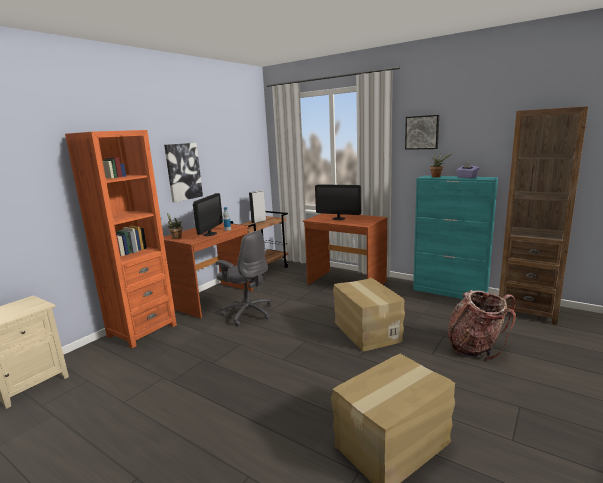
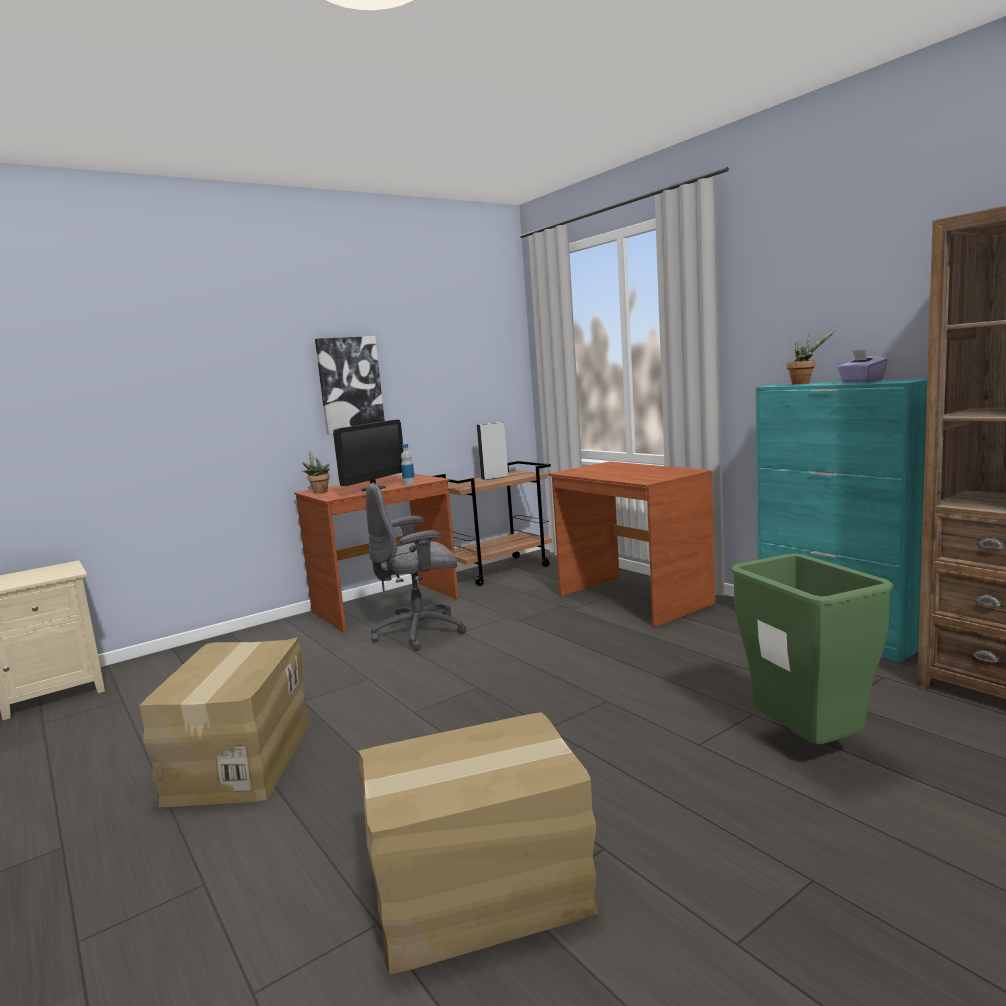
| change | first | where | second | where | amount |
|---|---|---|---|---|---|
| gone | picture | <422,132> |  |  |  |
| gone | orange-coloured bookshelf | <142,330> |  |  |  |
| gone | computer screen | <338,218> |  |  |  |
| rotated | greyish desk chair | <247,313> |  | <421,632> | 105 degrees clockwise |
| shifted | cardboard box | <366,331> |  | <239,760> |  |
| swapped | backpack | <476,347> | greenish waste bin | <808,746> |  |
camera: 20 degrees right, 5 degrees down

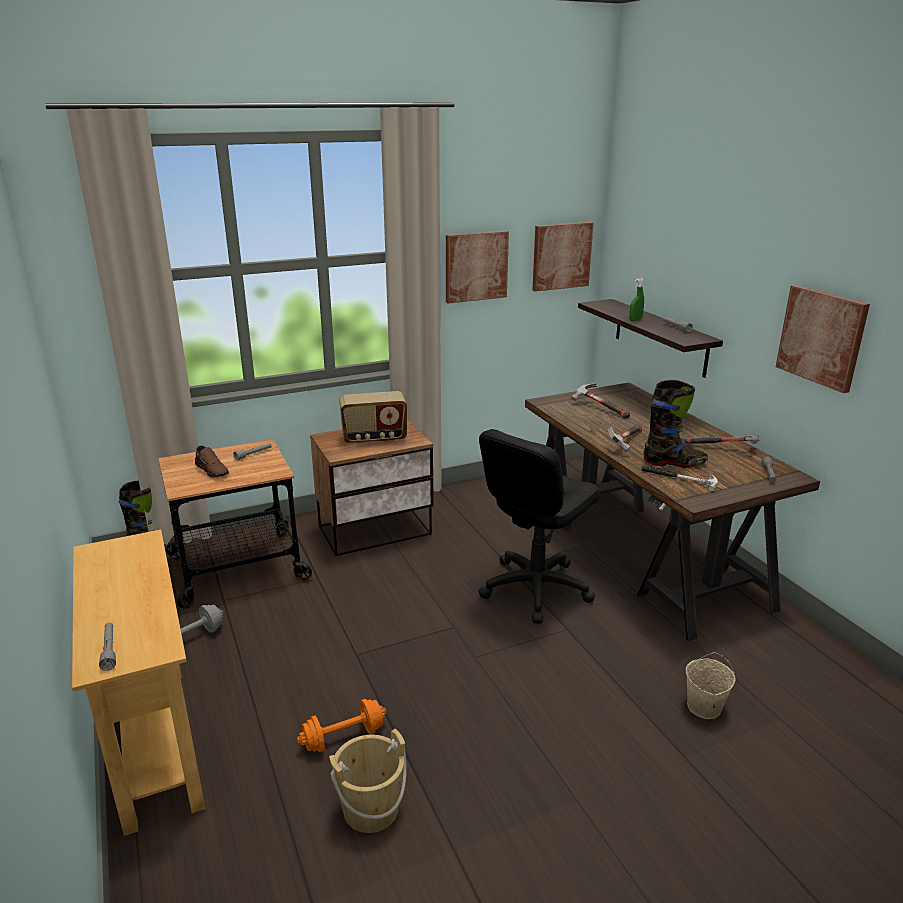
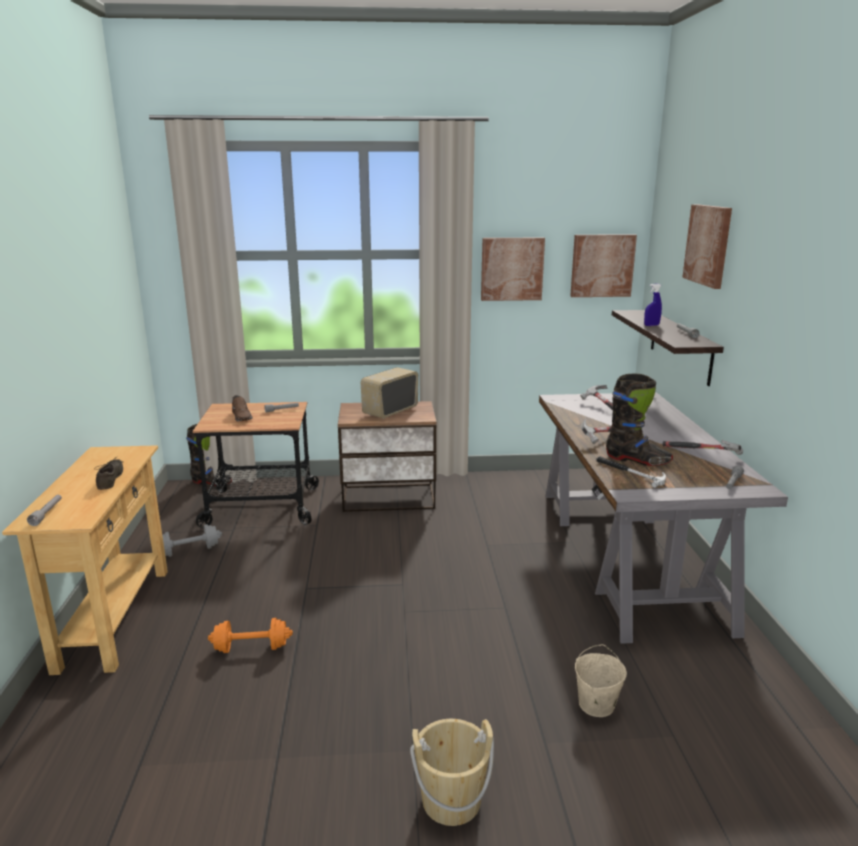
| change | first | where | second | where | amount |
|---|---|---|---|---|---|
| repainted | greenish sprayer | <635,320> | blue-coloured sprayer | <651,325> |  |
| shifted | picture | <822,337> |  | <708,245> |  |
| repainted | brown-coloured desk | <642,549> | greyish desk | <628,555> |  |
| rotated | radio set | <374,438> |  | <390,412> | 120 degrees clockwise |
| gone | black desk chair | <535,588> |  |  |  |
| shifted | sand-coloured pail | <371,809> |  | <451,800> |  |
| new |  |  | greyish shoe | <112,478> |  |
camera: 20 degrees right, 5 degrees down

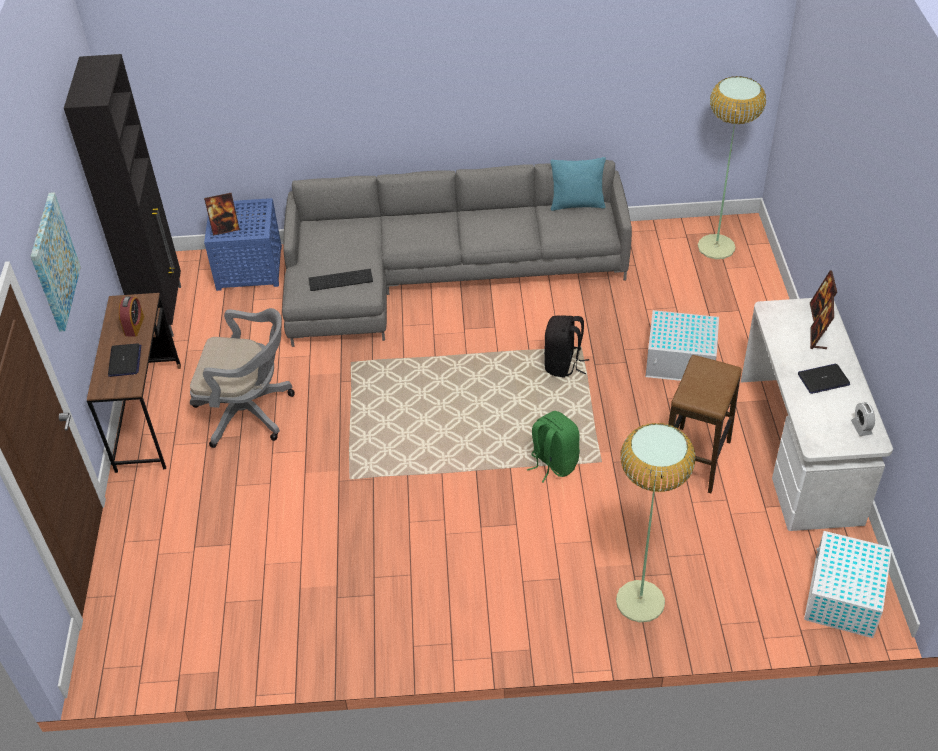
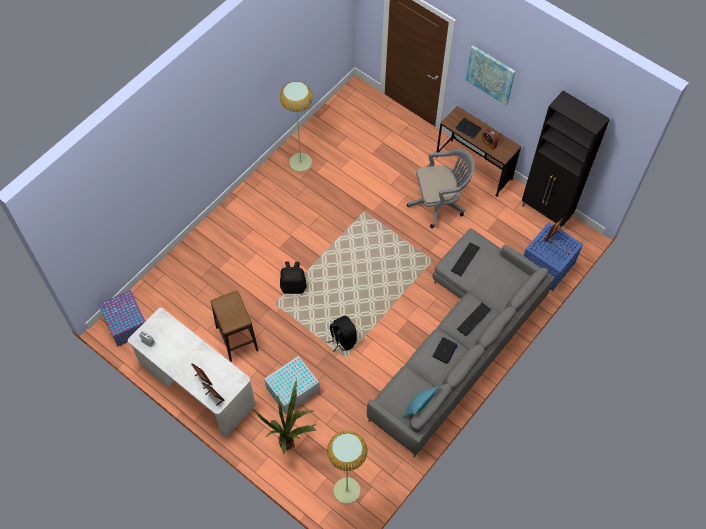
| change | first | where | second | where | amount |
|---|---|---|---|---|---|
| rotated | greyish desk chair | <250,412> |  | <439,203> | 150 degrees counterclockwise |
| shifted | notebook computer | <823,379> |  | <444,351> |  |
| repainted | greenish backpack | <553,463> | black backpack | <293,286> |  |
| shifted | standard lamp | <640,601> |  | <300,162> |  |
| repainted | white storage container | <842,598> | purplish storage container | <126,322> |  |
| new |  |  | PC keyboard | <474,320> |  |
| new |  |  | potted plant | <292,444> |  |
camera: 130 degrees right, 15 degrees up

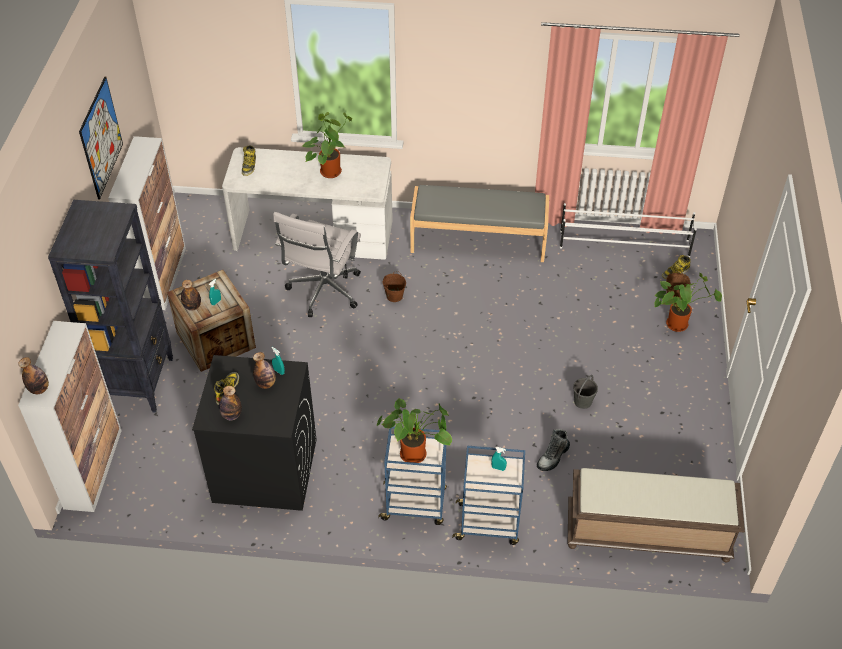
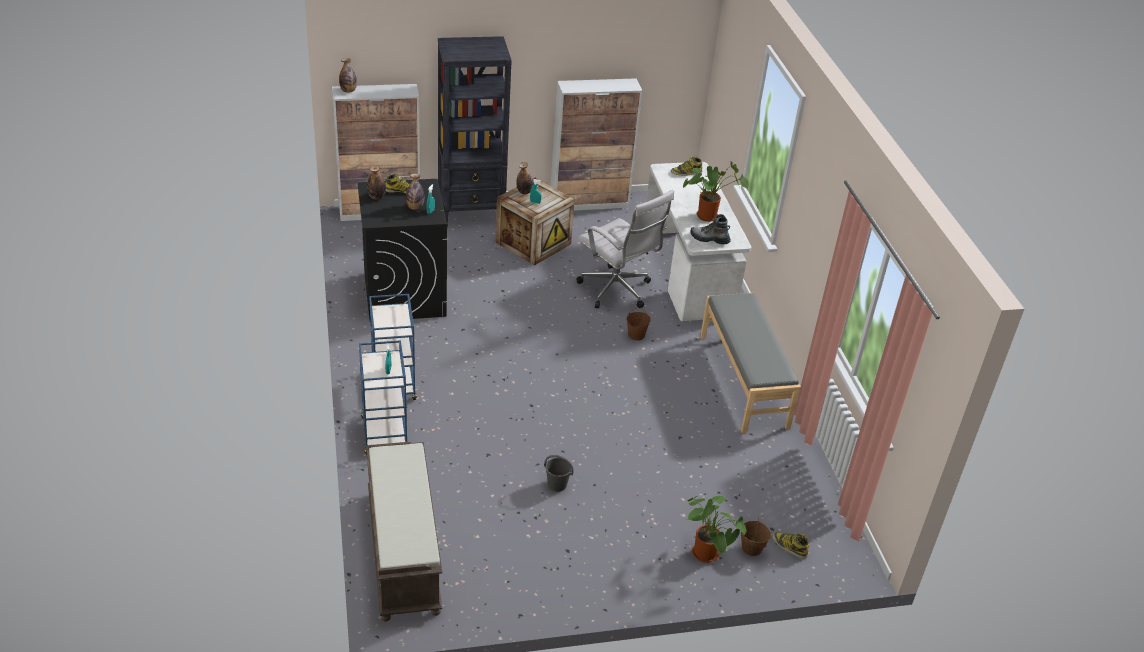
| change | first | where | second | where | amount |
|---|---|---|---|---|---|
| gone | picture | <101,138> |  |  |  |
| gone | white shoe rack | <625,244> |  |  |  |
| rotated | white desk chair | <323,293> |  | <617,291> | 135 degrees counterclockwise |
| gone | potted plant | <416,454> |  |  |  |
| shifted | boot | <553,457> |  | <709,239> |  |
camera: 70 degrees right, 10 degrees down

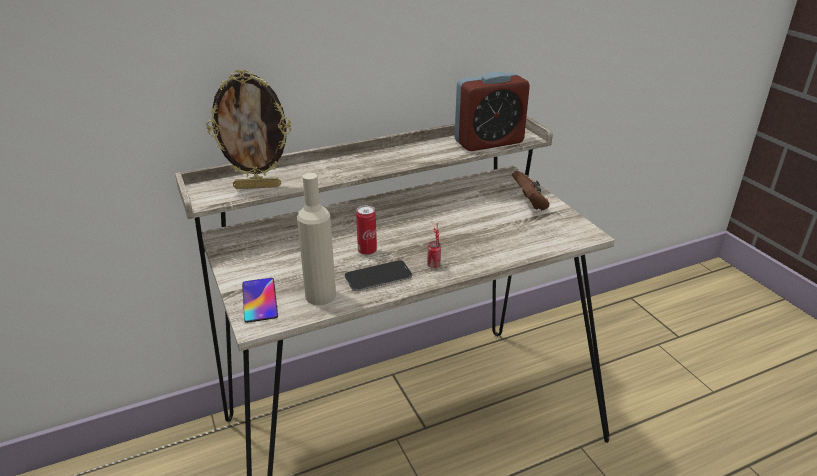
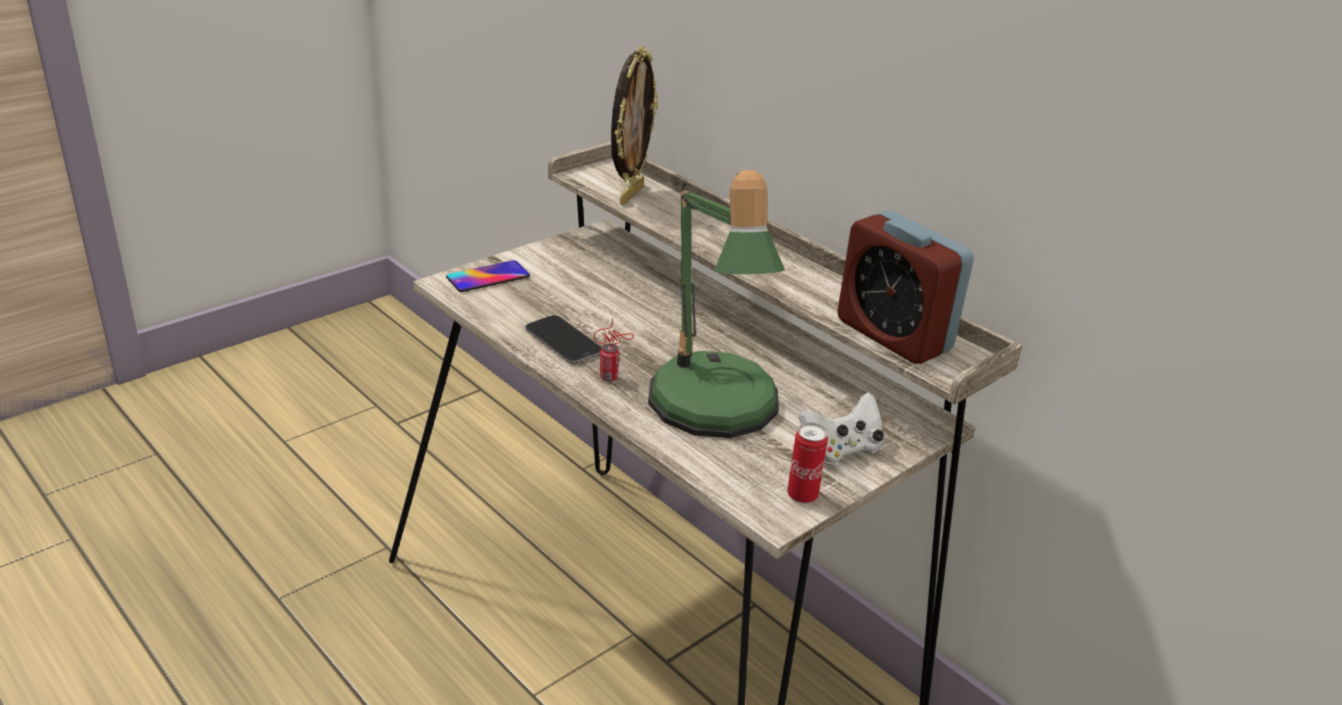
| change | first | where | second | where | amount |
|---|---|---|---|---|---|
| rotated | standing frame | <258,186> |  | <629,194> | 135 degrees counterclockwise |
| repainted | brown-coloured joypad | <530,203> | white joypad | <840,450> |  |
| gone | sand-coloured drink bottle | <320,295> |  |  |  |
| shifted | metal can | <367,251> |  | <802,495> |  |
| new |  |  | tabletop lamp | <713,414> |  |
camera: 70 degrees right, 0 degrees up

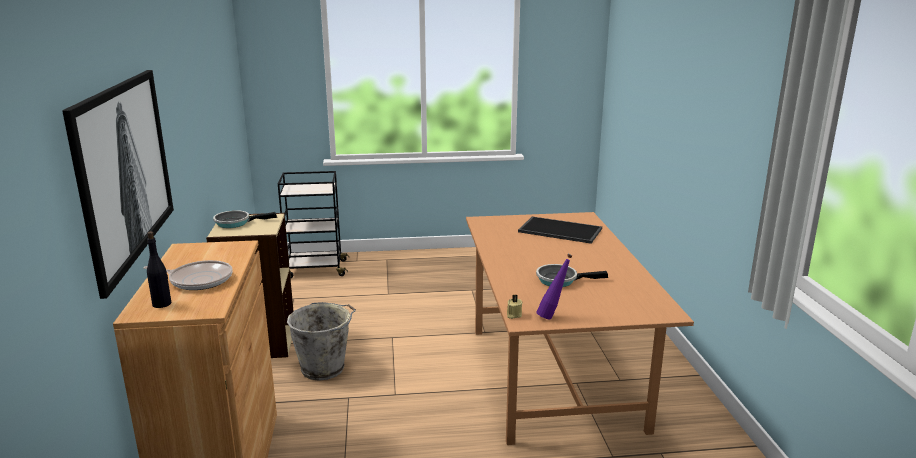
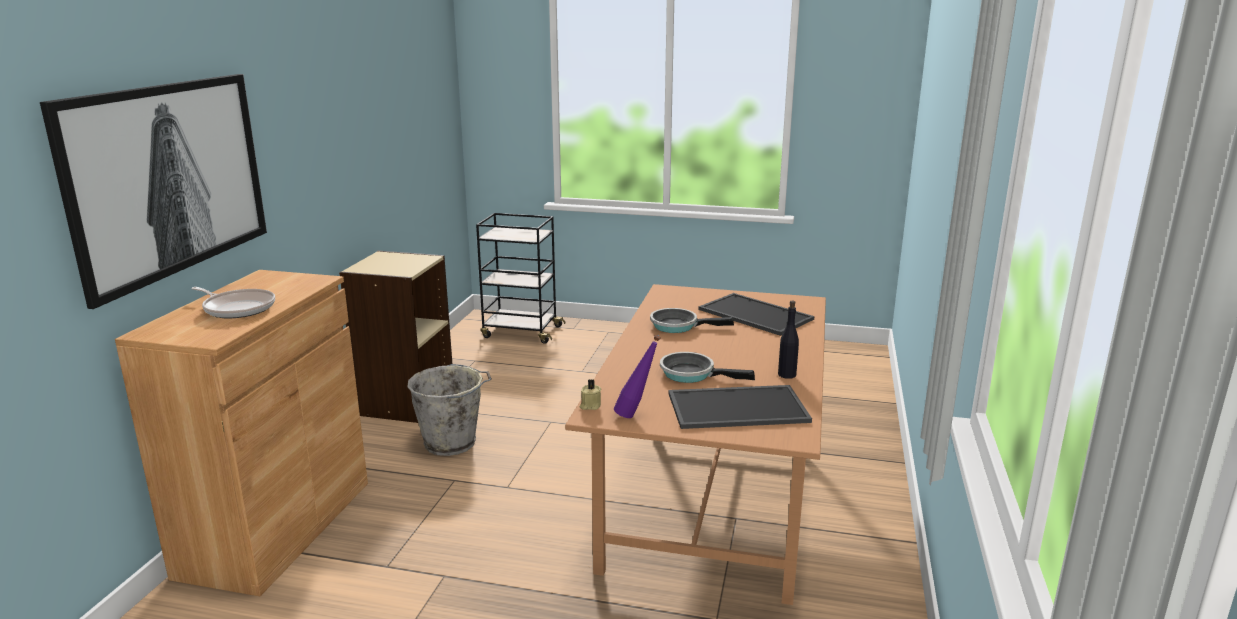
| change | first | where | second | where | amount |
|---|---|---|---|---|---|
| shifted | pan | <236,223> |  | <678,326> |  |
| shifted | black drink bottle | <162,304> |  | <787,375> |  |
| new |  |  | carrying tray | <738,406> |  |
camera: 20 degrees right, 0 degrees up

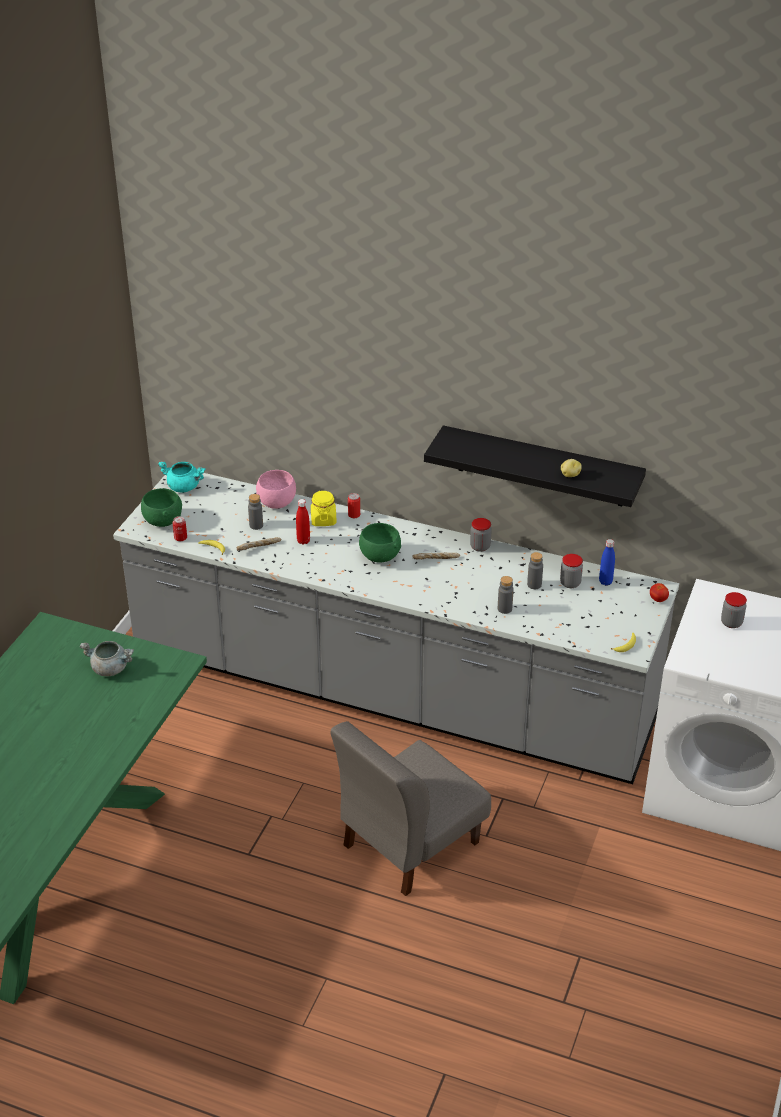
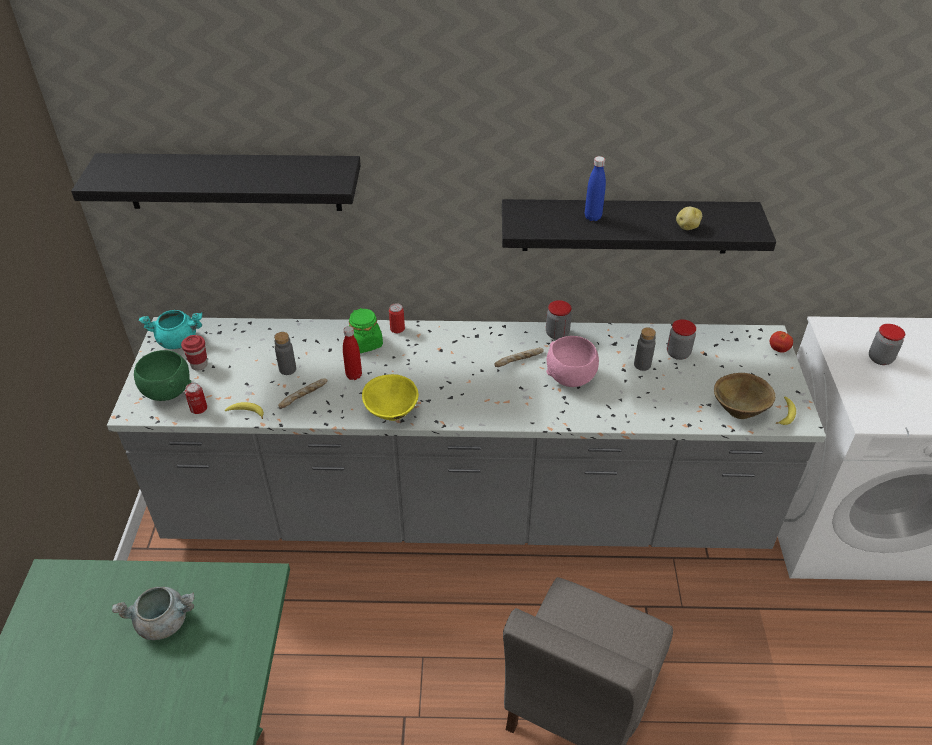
| change | first | where | second | where | amount |
|---|---|---|---|---|---|
| shifted | pinkish bowl | <277,503> |  | <571,378> |  |
| repainted | yellow-coloured storage jar | <323,520> | greenish storage jar | <365,343> |  |
| gone | greenish bowl | <379,556> |  |  |  |
| shifted | blue-coloured drink bottle | <605,582> |  | <592,217> |  |
| gone | greyish drink bottle | <504,609> |  |  |  |
| new |  |  | black wall shelf | <233,182> |  |
| new |  |  | red cup | <199,365> |  |
| new |  |  | brown-coloured bowl | <740,409> |  |
| new |  |  | yellow-coloured bowl | <391,411> |  |
camera: 20 degrees left, 5 degrees up

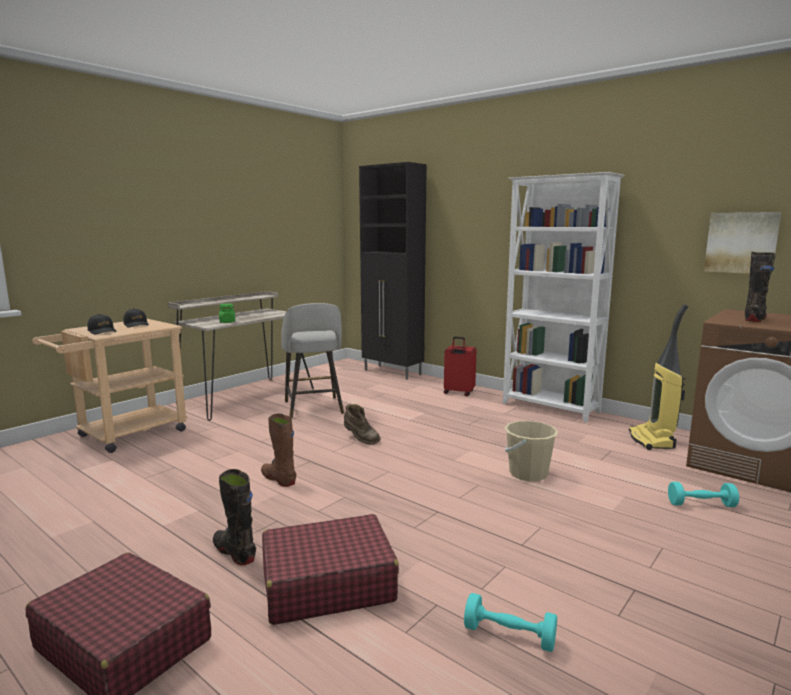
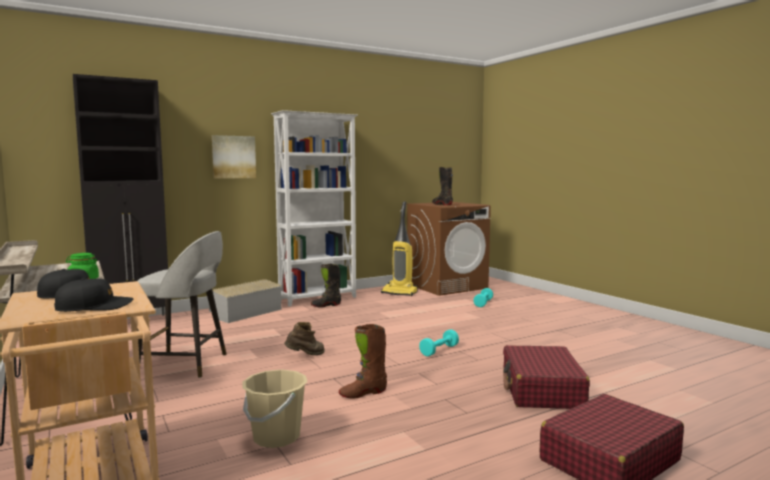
| change | first | where | second | where | amount |
|---|---|---|---|---|---|
| shifted | picture | <741,243> |  | <233,157> |  |
| swapped | red travel case | <458,393> | greyish storage container | <242,312> |  |
| shifted | sand-coloured pail | <528,474> |  | <276,437> |  |
| shifted | black boot | <234,552> |  | <326,305> |  |
| shifted | turquoise free weight | <509,635> |  | <439,350> |  |
camera: 70 degrees left, 5 degrees down

